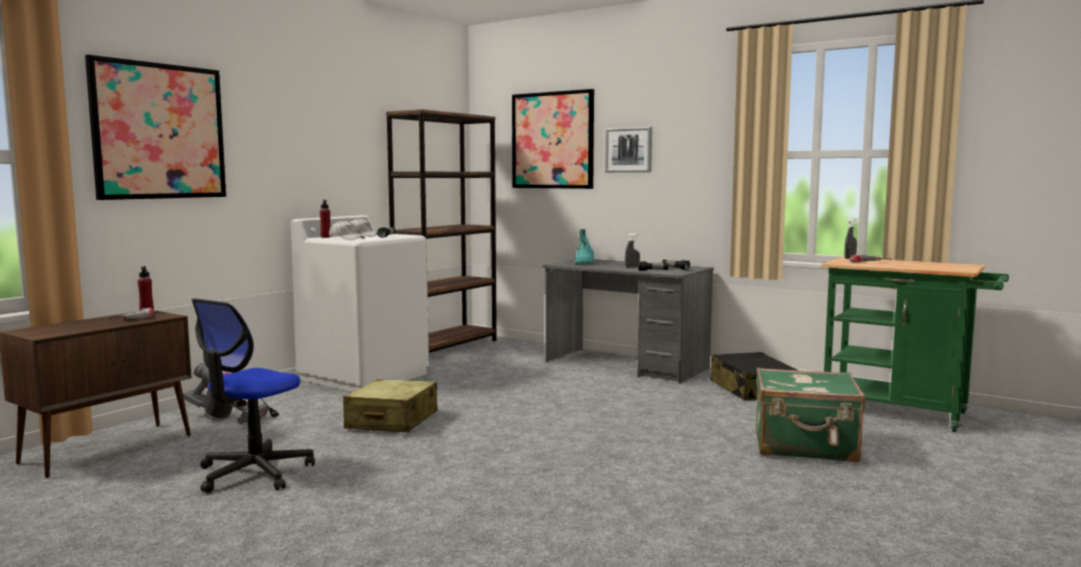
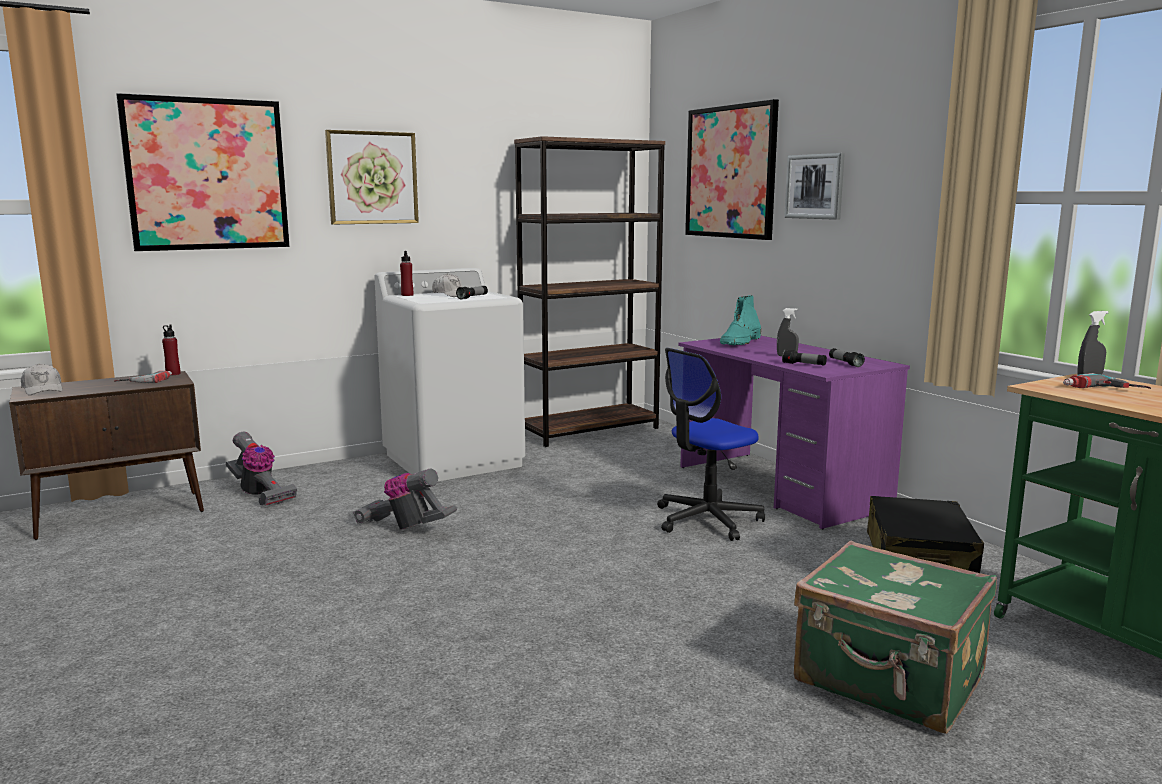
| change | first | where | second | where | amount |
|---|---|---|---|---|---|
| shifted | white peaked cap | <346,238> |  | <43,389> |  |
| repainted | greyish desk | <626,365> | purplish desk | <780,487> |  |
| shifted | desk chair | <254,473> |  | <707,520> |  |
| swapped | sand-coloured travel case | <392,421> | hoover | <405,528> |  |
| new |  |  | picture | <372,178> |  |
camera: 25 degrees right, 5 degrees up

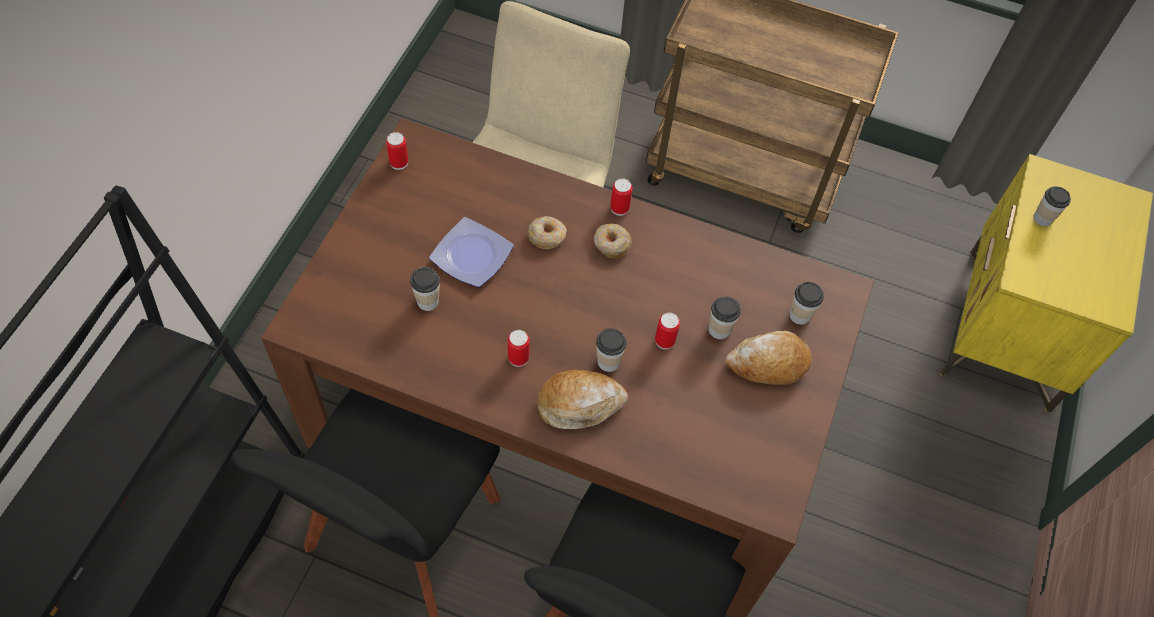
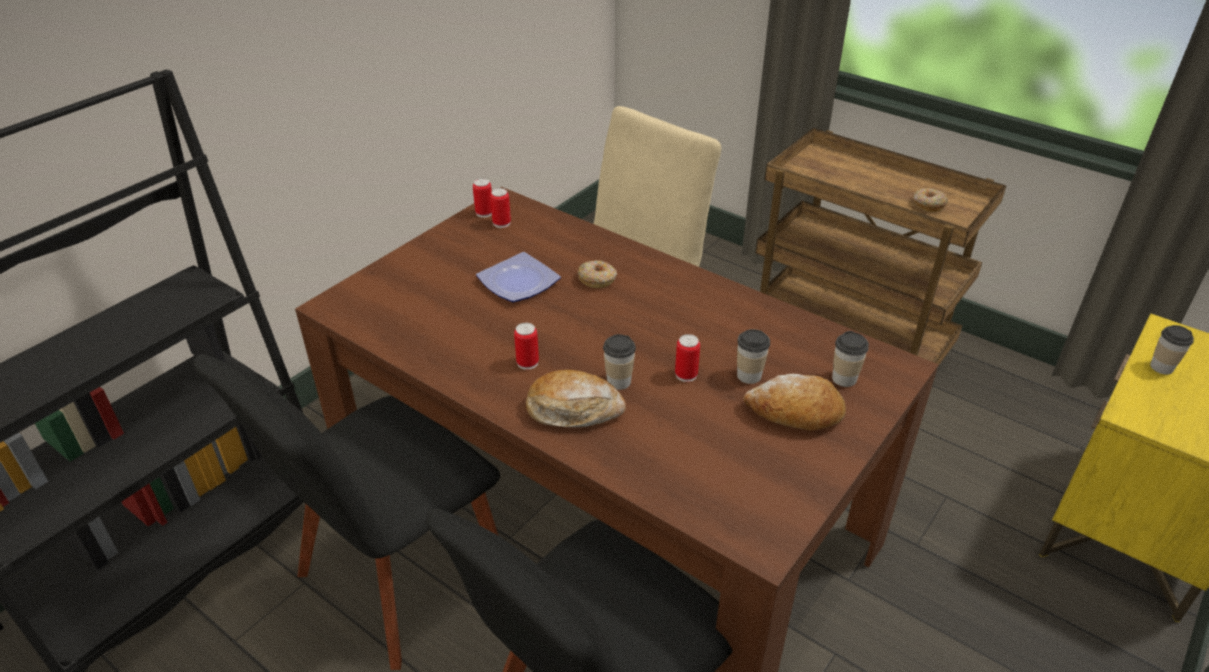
| change | first | where | second | where | amount |
|---|---|---|---|---|---|
| shifted | metal can | <619,208> |  | <501,223> |  |
| shifted | doughnut | <611,244> |  | <928,204> |  |
| gone | cup | <427,301> |  |  |  |
camera: 20 degrees right, 20 degrees down

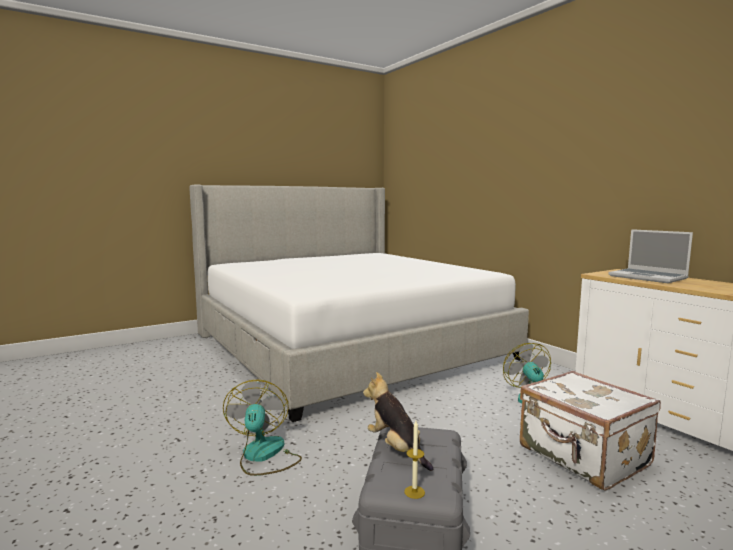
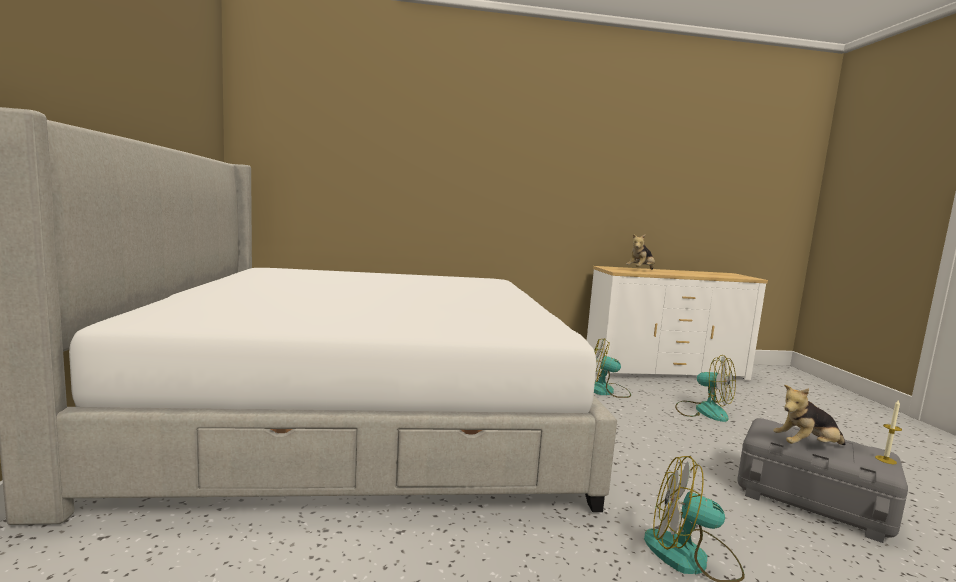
| change | first | where | second | where | amount |
|---|---|---|---|---|---|
| swapped | notebook computer | <649,277> | cuddly toy | <640,270> |  |
| swapped | white travel case | <583,457> | cooling fan | <703,411> |  |
camera: 65 degrees left, 0 degrees up

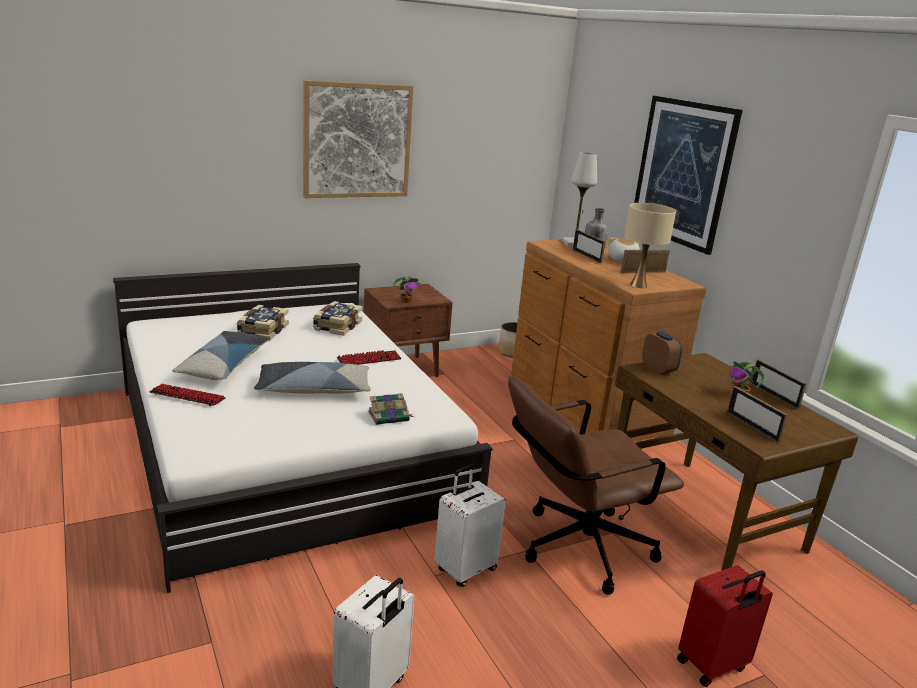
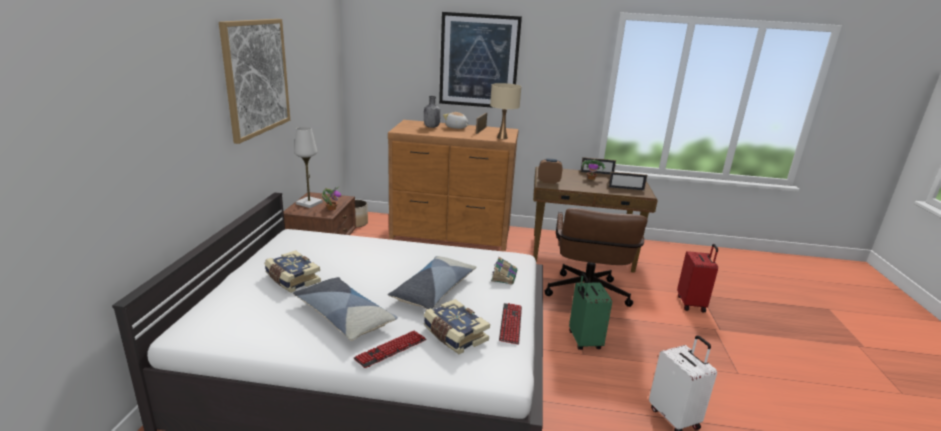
| change | first | where | second | where | amount |
|---|---|---|---|---|---|
| shifted | white tabletop lamp | <575,243> |  | <309,203> |  |
| gone | standing frame | <586,256> |  |  |  |
| shifted | bound book | <336,326> |  | <454,335> |  |
| shifted | PC keyboard | <369,359> |  | <510,324> |  |
| repainted | white travel case | <465,569> | greenish travel case | <583,341> |  |
camera: 55 degrees left, 0 degrees up

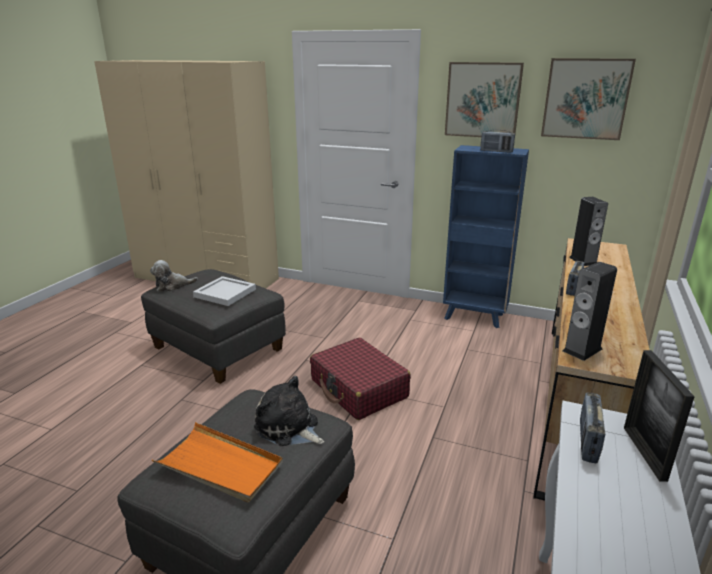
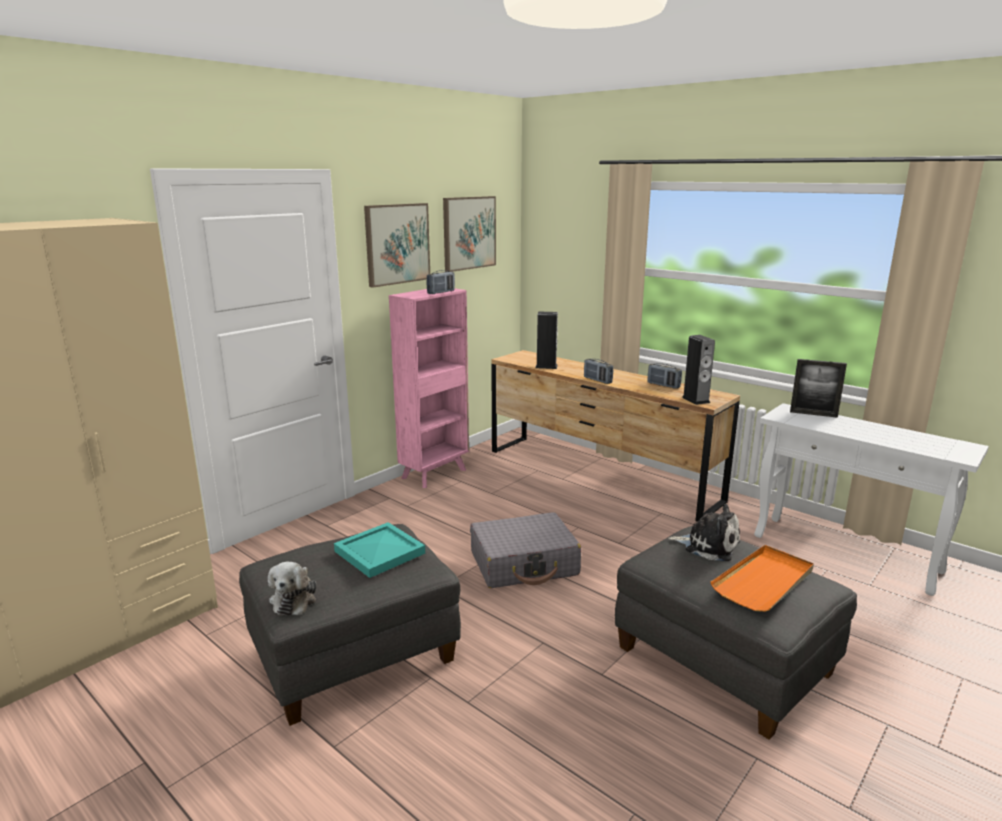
| change | first | where | second | where | amount |
|---|---|---|---|---|---|
| repainted | blue-coloured bookshelf | <475,317> | pinkish bookshelf | <435,473> |  |
| repainted | white carrying tray | <226,293> | turquoise carrying tray | <380,551> |  |
| repainted | red travel case | <359,389> | greyish travel case | <524,564> |  |
| rotated | cuddly toy | <289,428> |  | <708,545> | 120 degrees counterclockwise |
| shifted | radio set | <587,442> |  | <663,385> |  |
camera: 70 degrees left, 5 degrees down

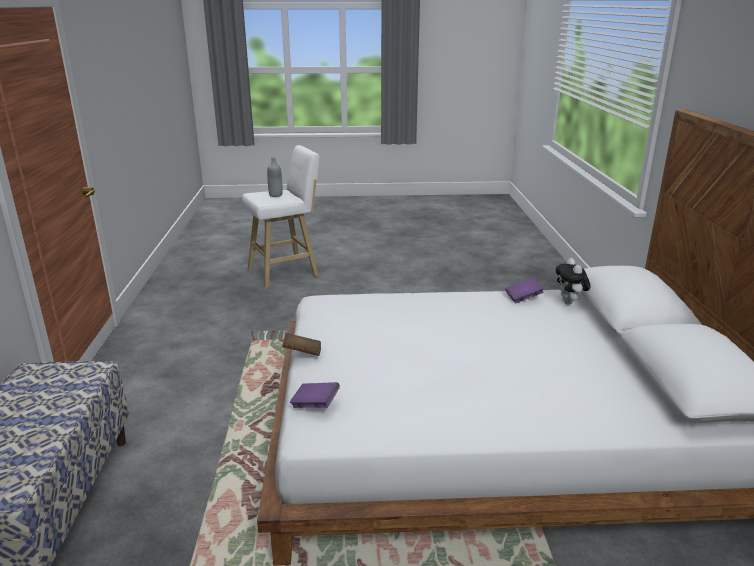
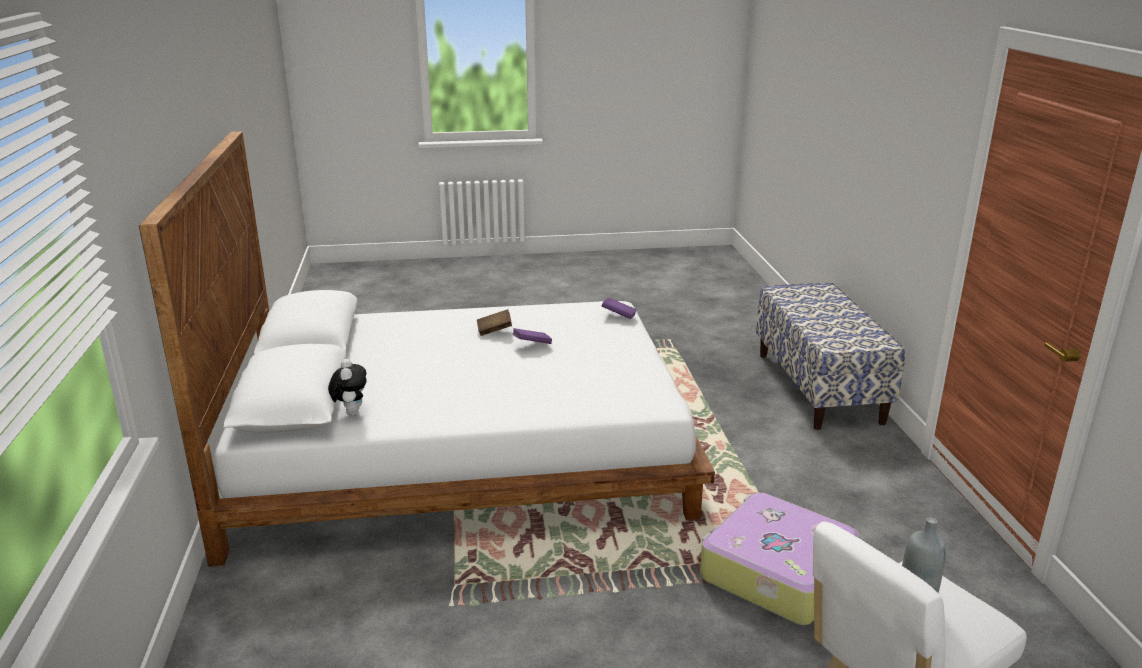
| change | first | where | second | where | amount |
|---|---|---|---|---|---|
| shifted | purplish bound book | <523,298> |  | <532,345> |  |
| shifted | brown-coloured bound book | <302,353> |  | <494,331> |  |
| new |  |  | travel case | <775,572> |  |
camera: 175 degrees right, 0 degrees up

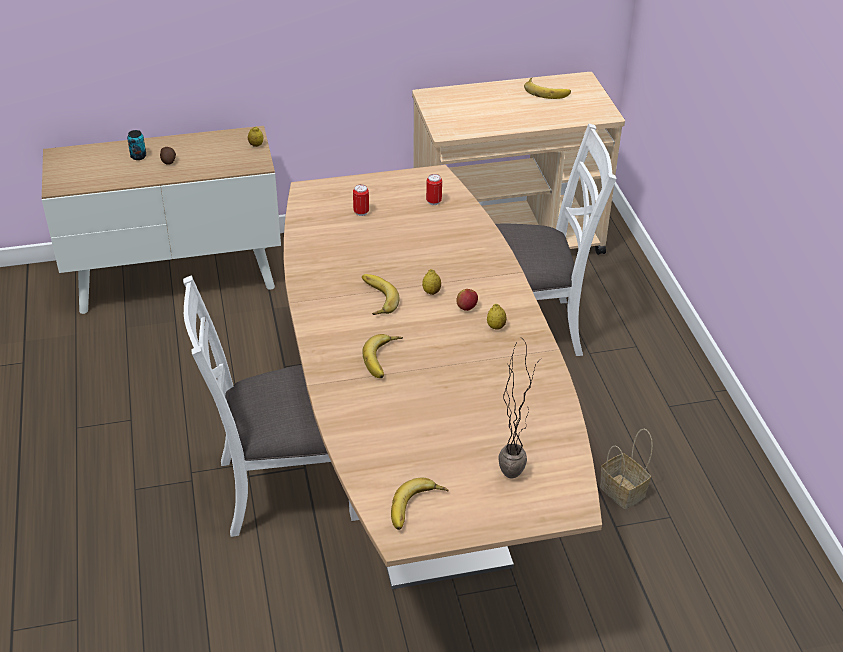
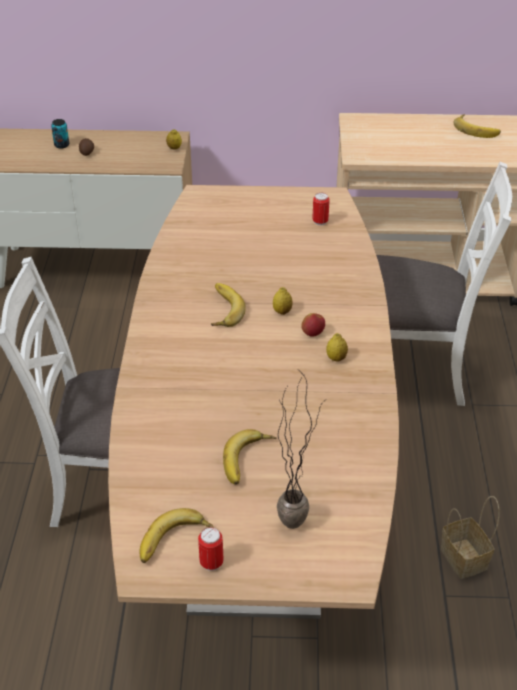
| change | first | where | second | where | amount |
|---|---|---|---|---|---|
| shifted | metal can | <361,212> |  | <211,563> |  |
| shifted | whole banana | <385,359> |  | <249,461> |  |
camera: 15 degrees right, 0 degrees up

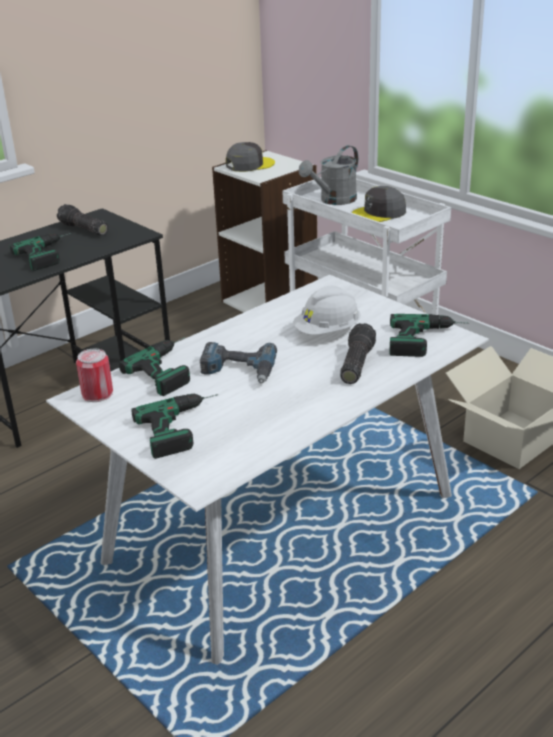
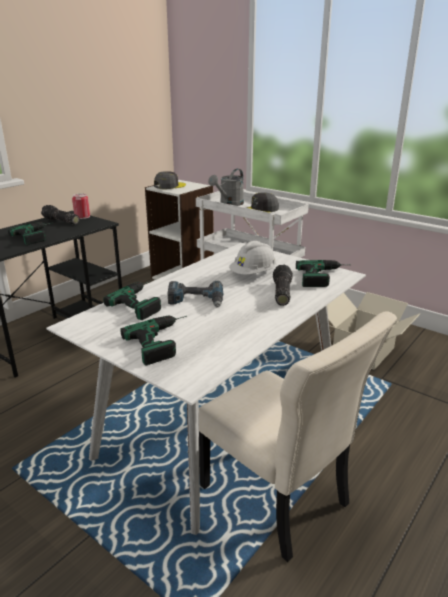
| change | first | where | second | where | amount |
|---|---|---|---|---|---|
| shifted | metal can | <97,394> |  | <82,216> |  |
| new |  |  | sand-coloured upright chair | <278,499> |  |
camera: 10 degrees left, 5 degrees down

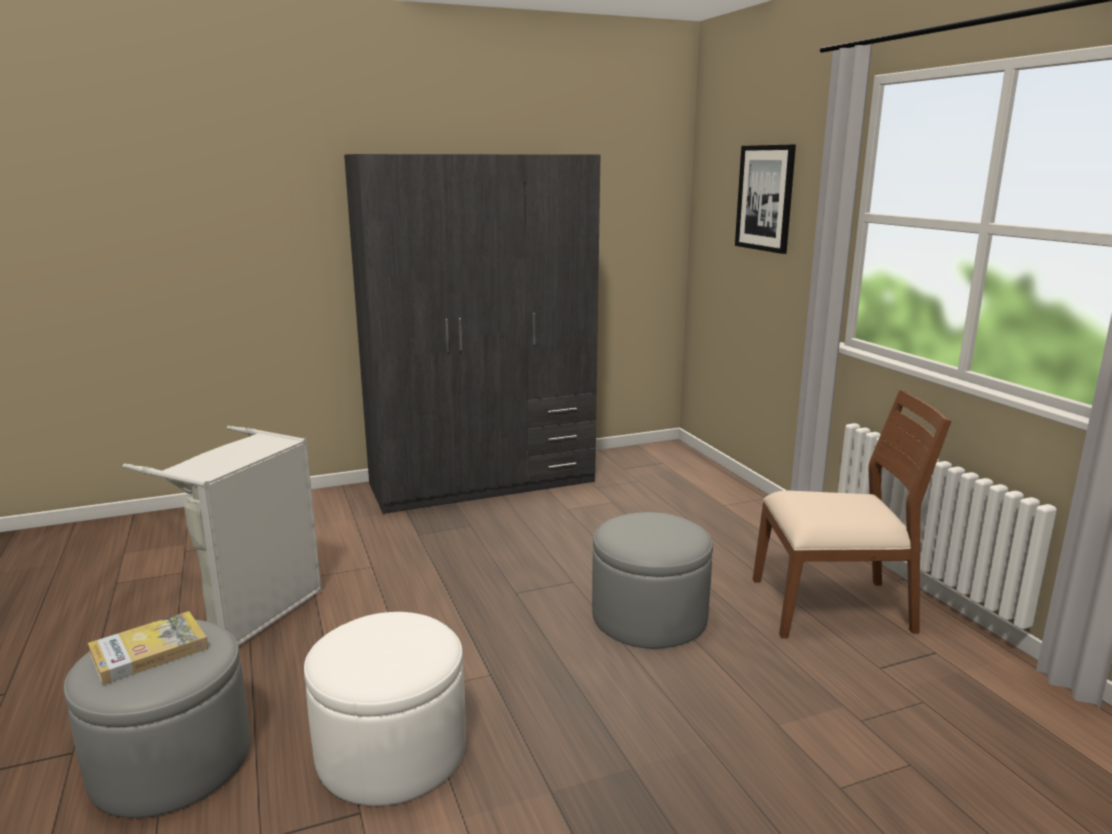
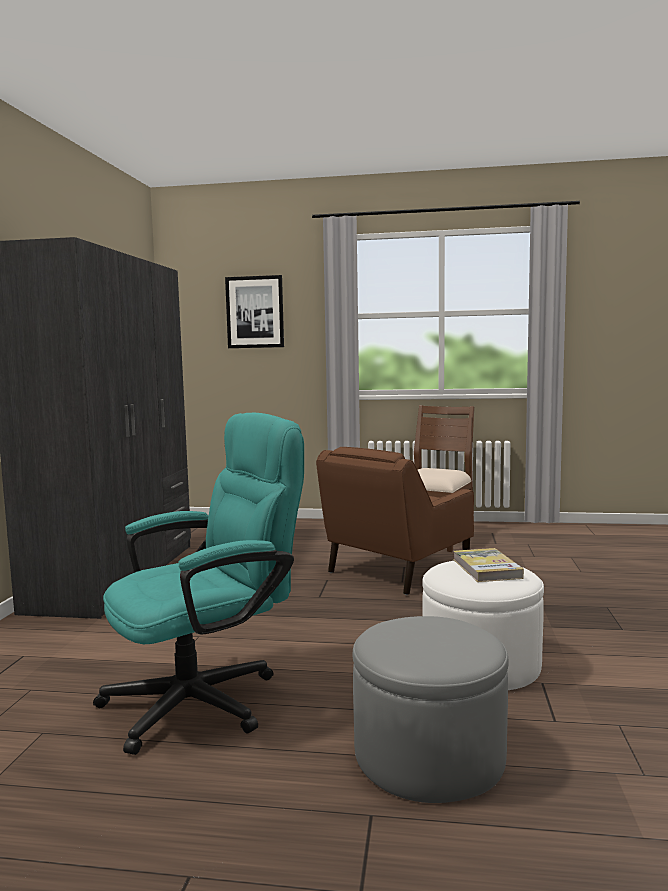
| change | first | where | second | where | amount |
|---|---|---|---|---|---|
| swapped | greyish laundry basket | <251,613> | turquoise desk chair | <207,698> |  |
| swapped | greyish ottoman | <649,616> | brown-coloured lounge chair | <396,571> |  |
| shifted | bound book | <149,651> |  | <486,568> |  |
camera: 60 degrees left, 10 degrees down

